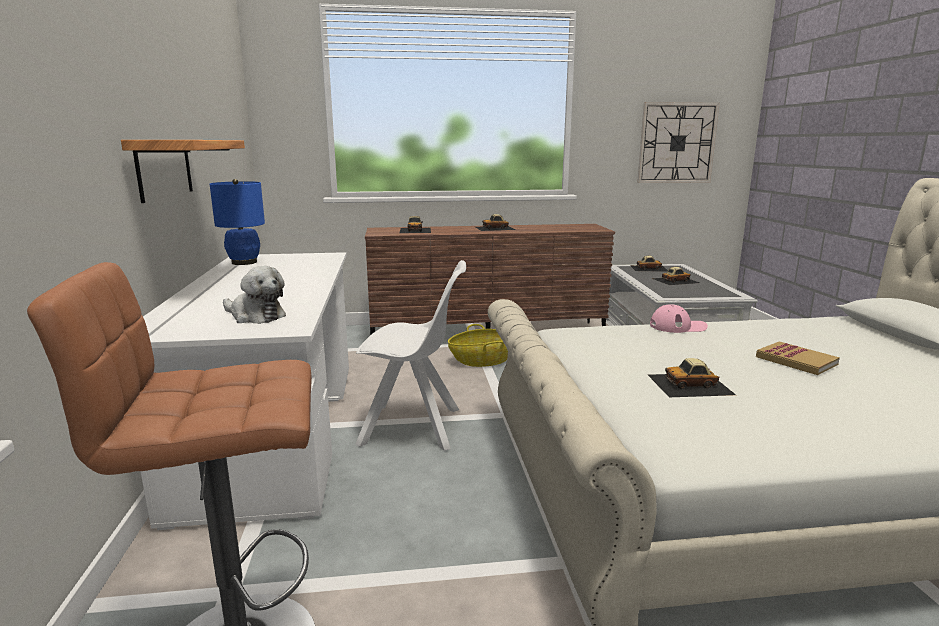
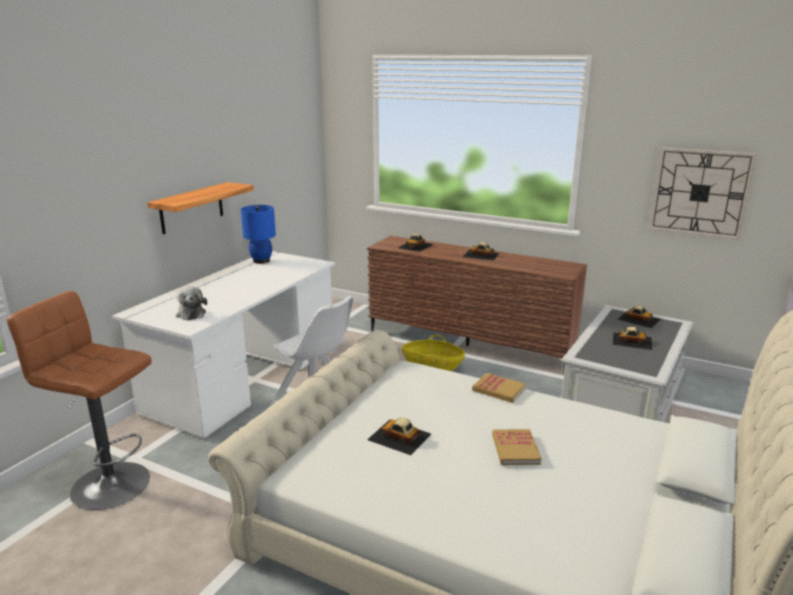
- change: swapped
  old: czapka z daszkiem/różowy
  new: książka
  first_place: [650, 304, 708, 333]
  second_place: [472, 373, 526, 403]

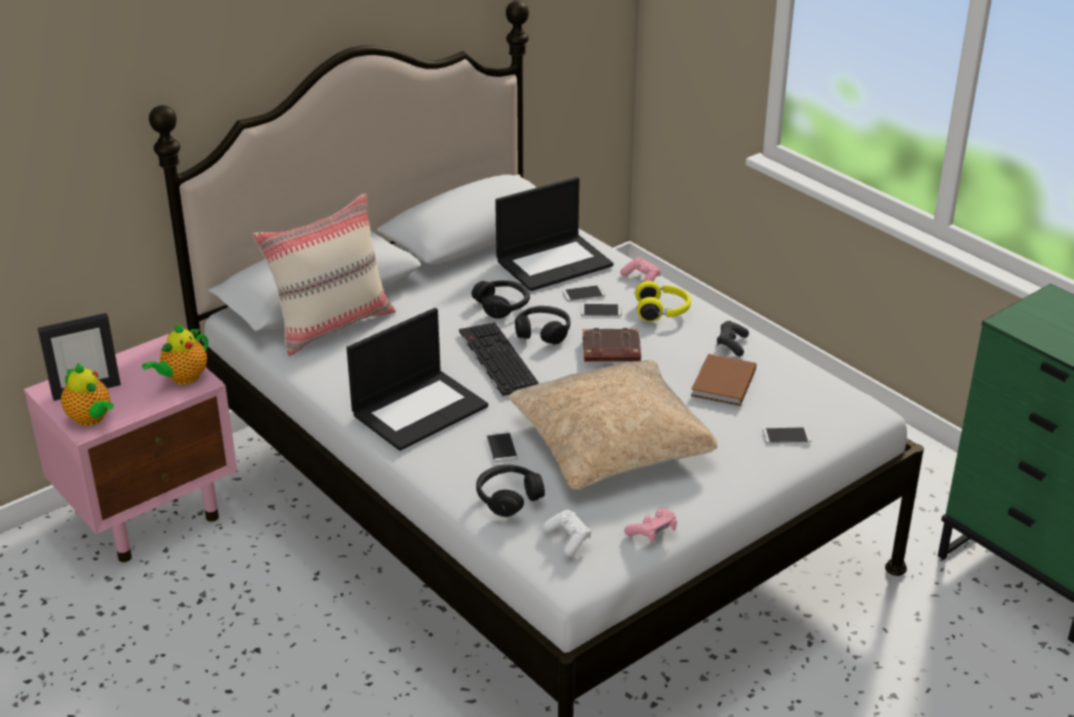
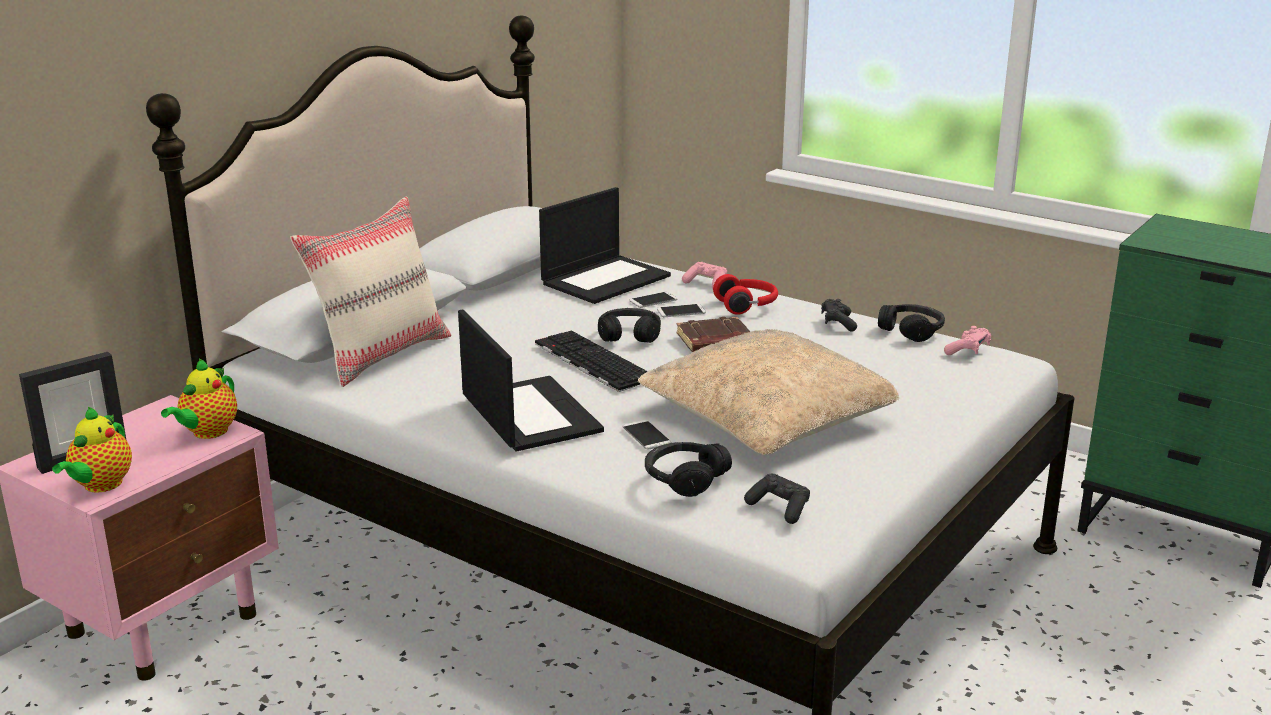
- change: rotated
  old: imbryk
  first_place: [61, 364, 114, 426]
  second_place: [52, 407, 132, 493]
  degrees: 75
- change: rotated
  old: laptop
  first_place: [347, 308, 488, 451]
  second_place: [458, 310, 604, 451]
  degrees: -60
- change: repainted
  old: słuchawki/żółty
  new: słuchawki/czerwony
  first_place: [635, 281, 691, 322]
  second_place: [713, 274, 778, 315]
- change: repainted
  old: pad do gier/biały
  new: pad do gier/czarny
  first_place: [542, 510, 591, 557]
  second_place: [744, 474, 810, 524]
- change: shifted
  old: słuchawki/czarny
  first_place: [472, 280, 530, 319]
  second_place: [878, 304, 945, 342]
- change: shifted
  old: pad do gier/różowy
  first_place: [624, 509, 677, 542]
  second_place: [944, 326, 991, 355]
- change: gone
  old: książka/brązowy
  first_place: [691, 354, 756, 406]
- change: gone
  old: telefon
  first_place: [762, 427, 811, 444]

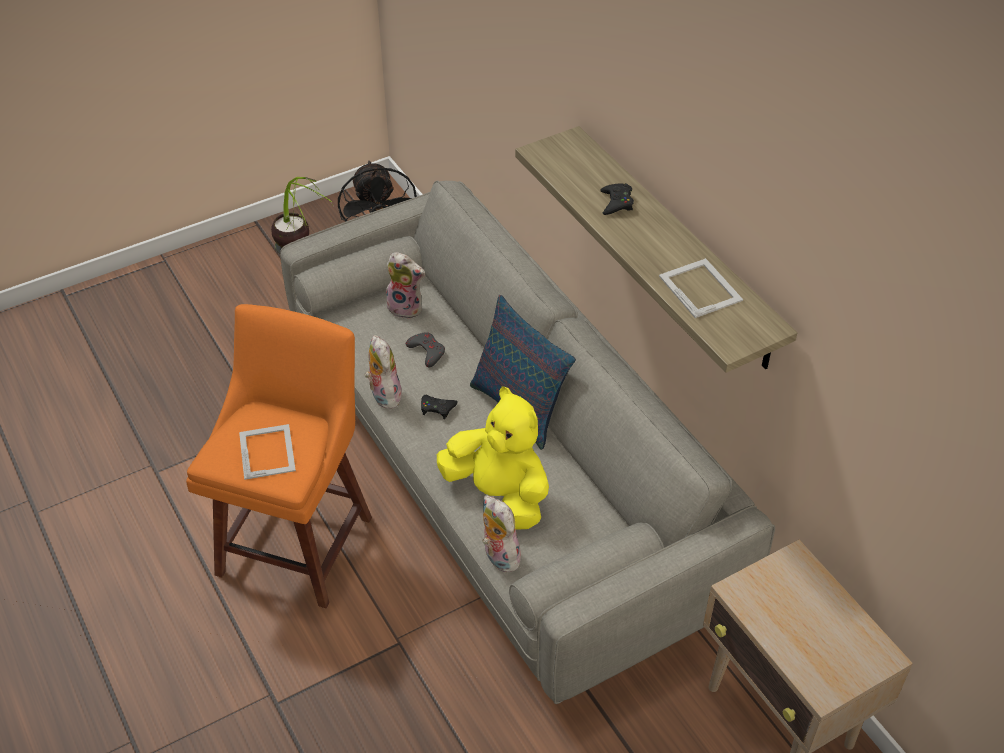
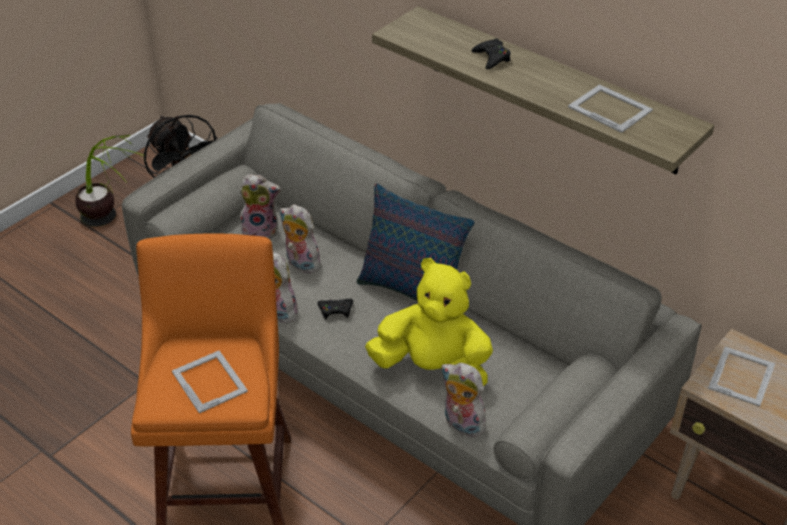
- change: swapped
  old: pad do gier/szary
  new: pluszak
  first_place: [406, 332, 445, 367]
  second_place: [280, 204, 320, 273]
- change: new
  new: ramka na zdjęcie
  second_place: [708, 347, 775, 407]

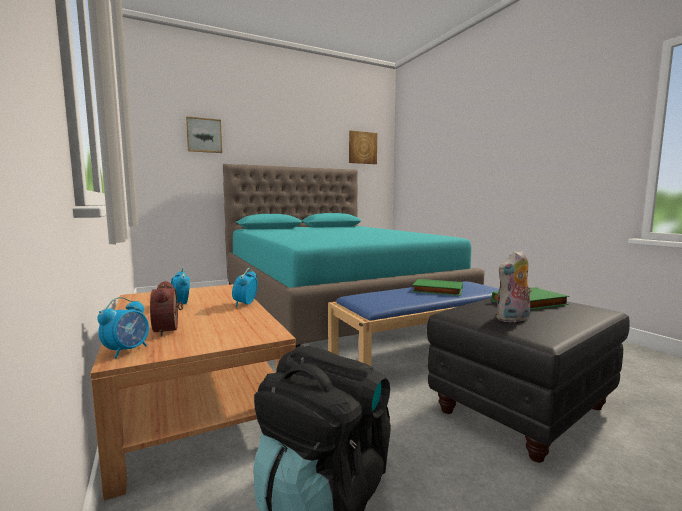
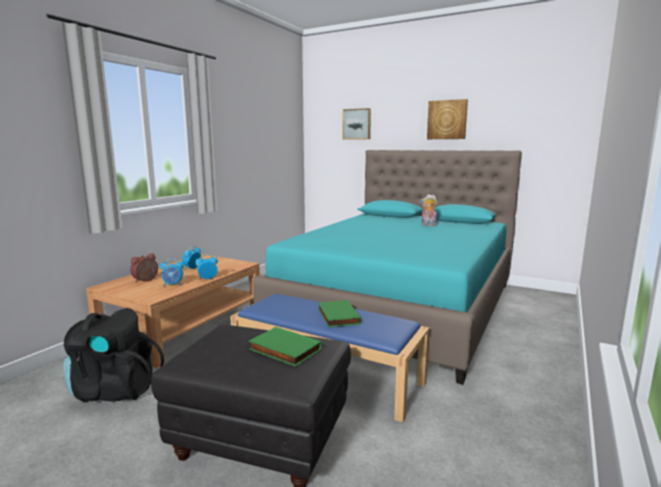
- change: shifted
  old: budzik
  first_place: [97, 297, 149, 358]
  second_place: [160, 258, 184, 287]
- change: shifted
  old: pluszak
  first_place: [497, 250, 532, 323]
  second_place: [420, 194, 438, 226]
- change: shifted
  old: obraz
  first_place: [349, 130, 377, 164]
  second_place: [427, 99, 468, 139]

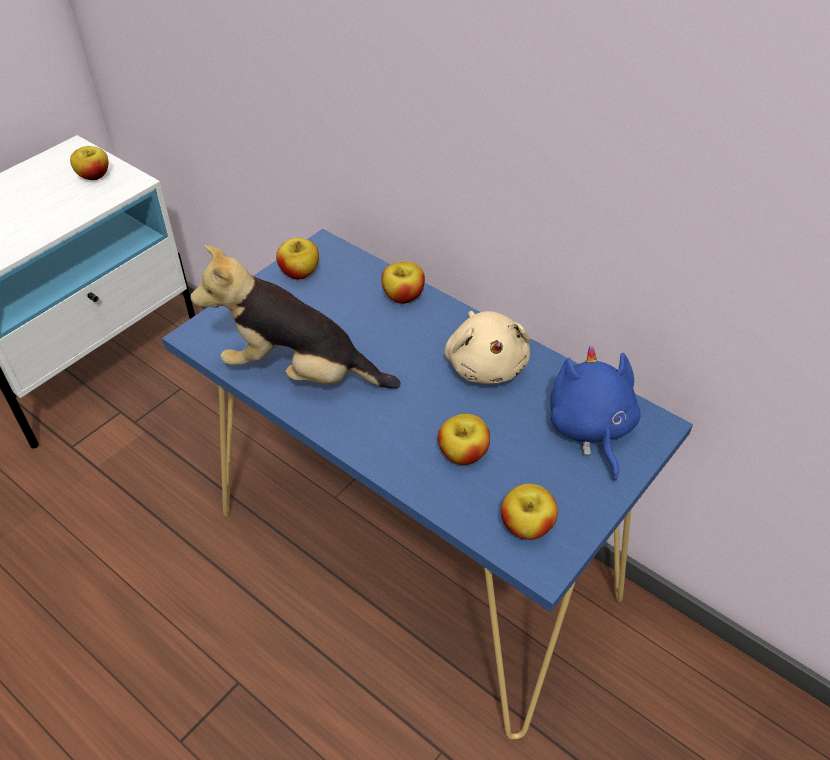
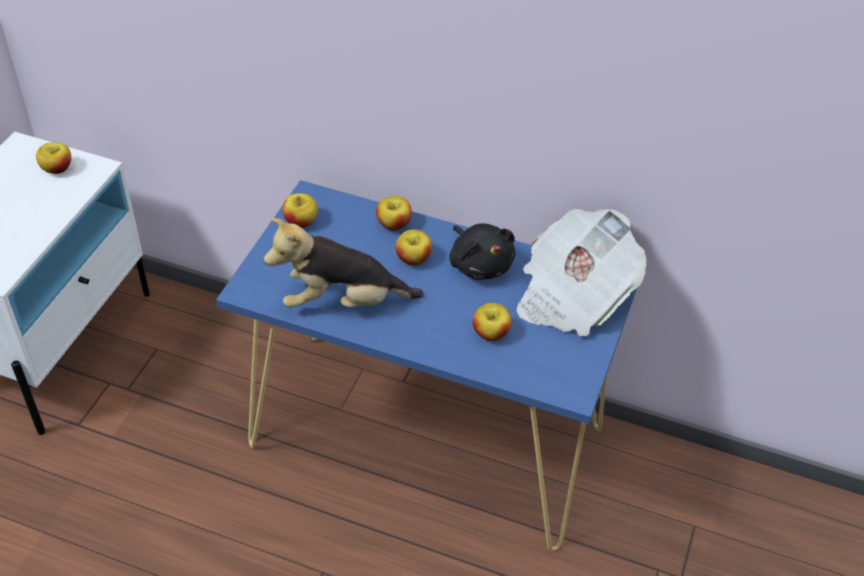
- change: shifted
  old: jabłko
  first_place: [501, 484, 558, 540]
  second_place: [396, 229, 432, 266]
- change: repainted
  old: pluszak/beżowy
  new: pluszak/czarny
  first_place: [445, 311, 530, 384]
  second_place: [449, 223, 515, 280]
- change: swapped
  old: pluszak/niebieski
  new: gazeta
  first_place: [550, 346, 641, 481]
  second_place: [516, 209, 646, 336]

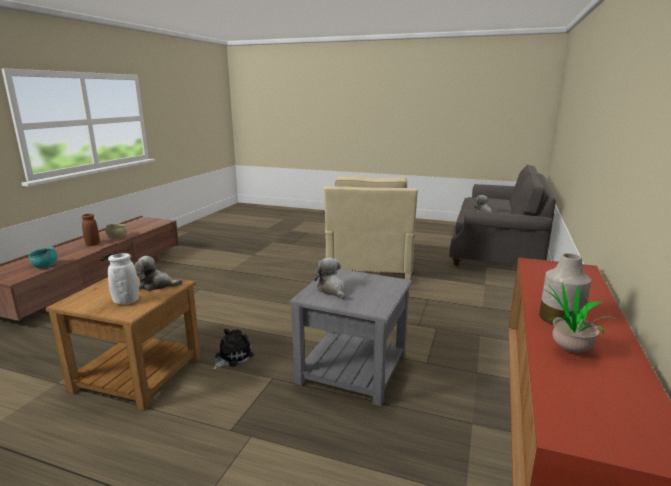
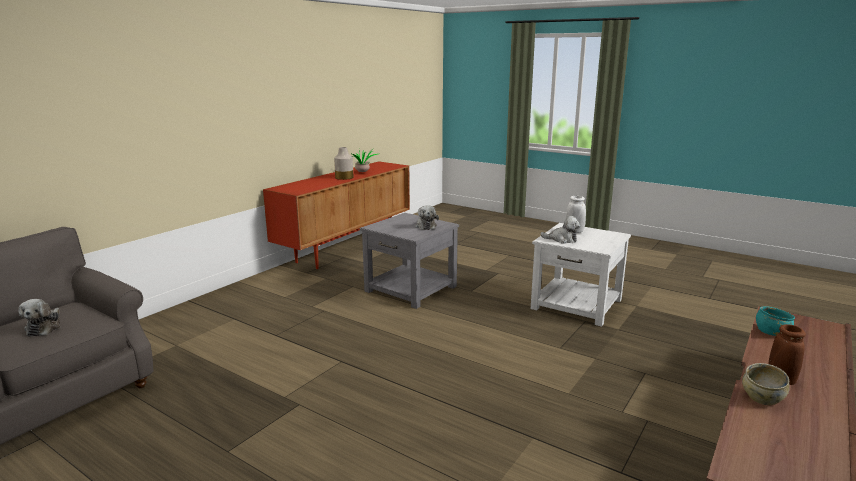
- change: repainted
  old: stolik/brązowy
  new: stolik/biały
  first_place: [45, 275, 201, 411]
  second_place: [531, 223, 631, 327]
- change: gone
  old: pluszak
  first_place: [212, 329, 254, 370]
- change: gone
  old: fotel/beżowy
  first_place: [324, 176, 418, 280]

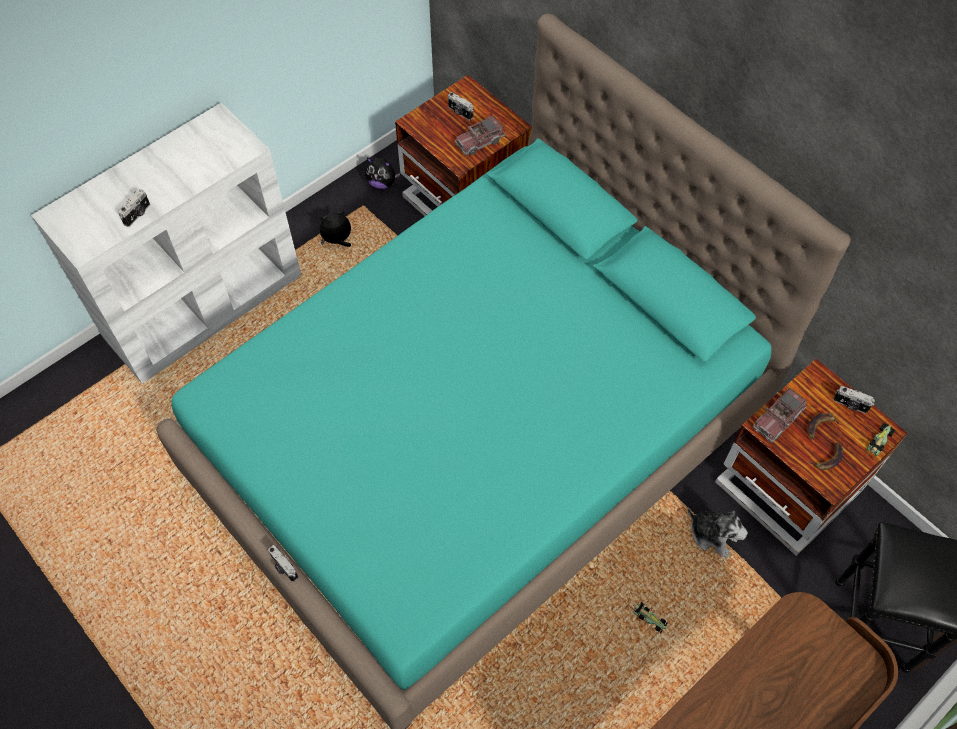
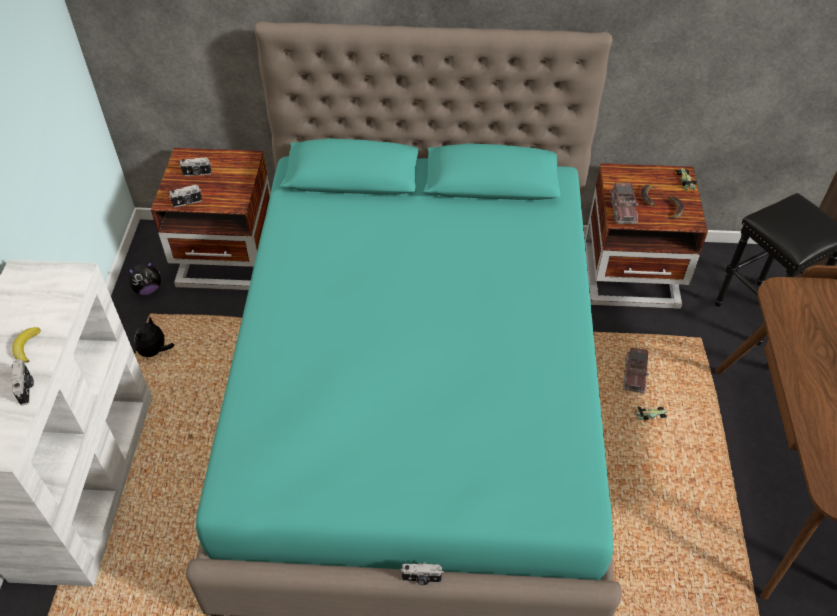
- change: new
  new: banan
  second_place: [12, 327, 41, 363]
- change: shifted
  old: aparat fotograficzny
  first_place: [833, 386, 875, 414]
  second_place: [169, 185, 202, 207]
- change: shifted
  old: ciężarówka zabawkowa
  first_place: [455, 115, 505, 155]
  second_place: [623, 348, 649, 393]
- change: gone
  old: pluszak
  first_place: [688, 508, 748, 558]

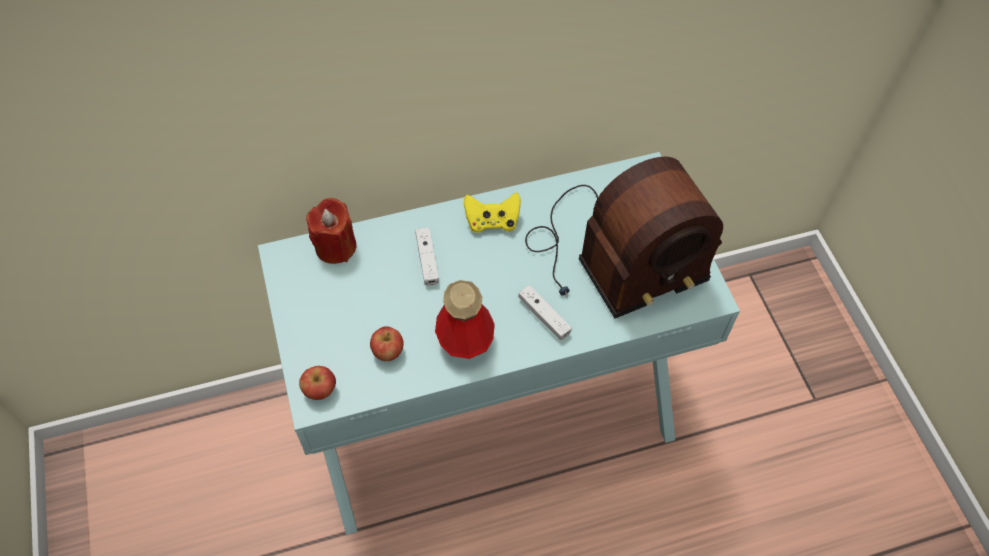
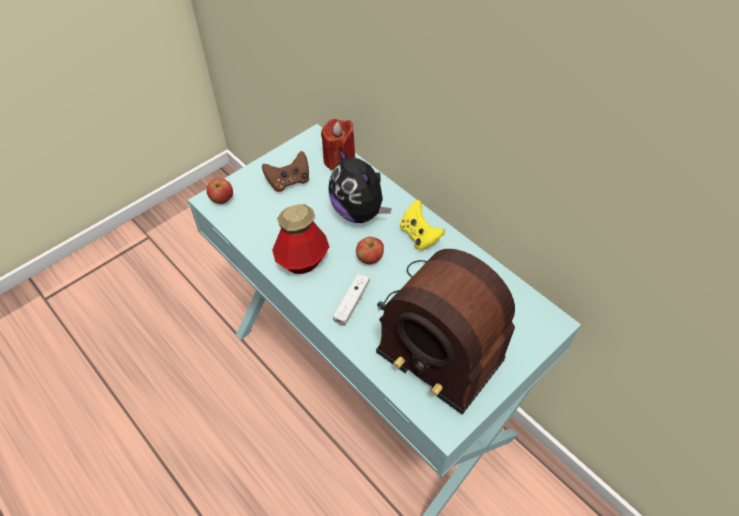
- change: new
  new: pad do gier/brązowy
  second_place: [262, 151, 309, 192]
- change: swapped
  old: pad do gier/biały
  new: pluszak
  first_place: [416, 228, 439, 286]
  second_place: [328, 147, 392, 223]
- change: shifted
  old: jabłko
  first_place: [370, 326, 404, 361]
  second_place: [356, 237, 384, 264]

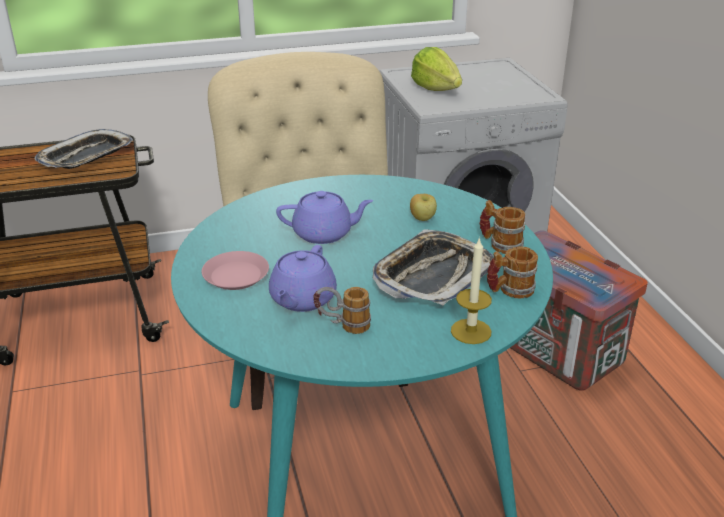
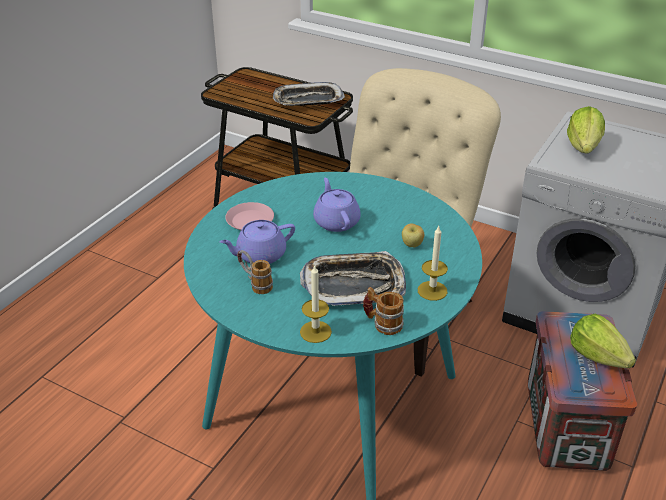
- change: rotated
  old: imbryk/fioletowy
  first_place: [276, 191, 373, 244]
  second_place: [313, 178, 361, 232]
  degrees: -150
- change: swapped
  old: kubek
  new: świeca
  first_place: [479, 200, 525, 254]
  second_place: [418, 226, 448, 301]
- change: new
  new: sałata
  second_place: [570, 314, 636, 368]

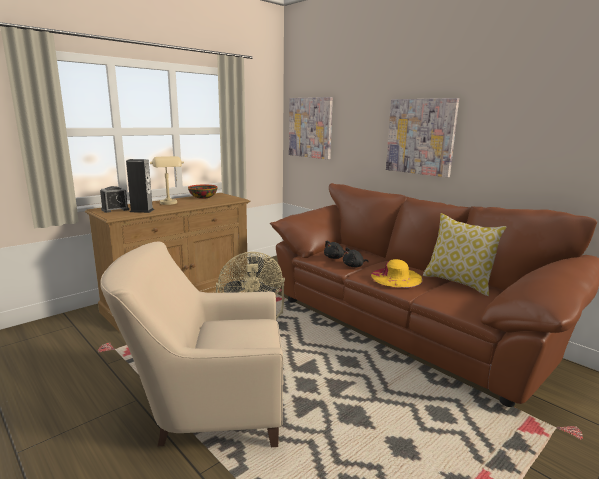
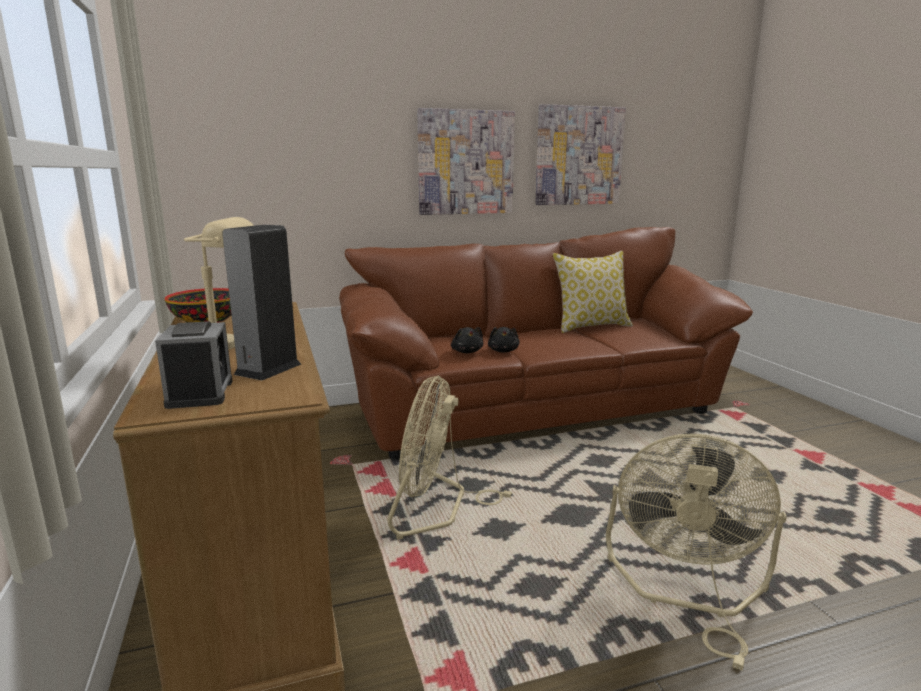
- change: shifted
  old: obraz
  first_place: [289, 97, 333, 159]
  second_place: [535, 104, 626, 205]
- change: swapped
  old: fotel/beżowy
  new: wentylator/beżowy
  first_place: [100, 241, 283, 447]
  second_place: [606, 434, 787, 671]
- change: gone
  old: kapelusz/żółty
  first_place: [370, 259, 423, 288]

